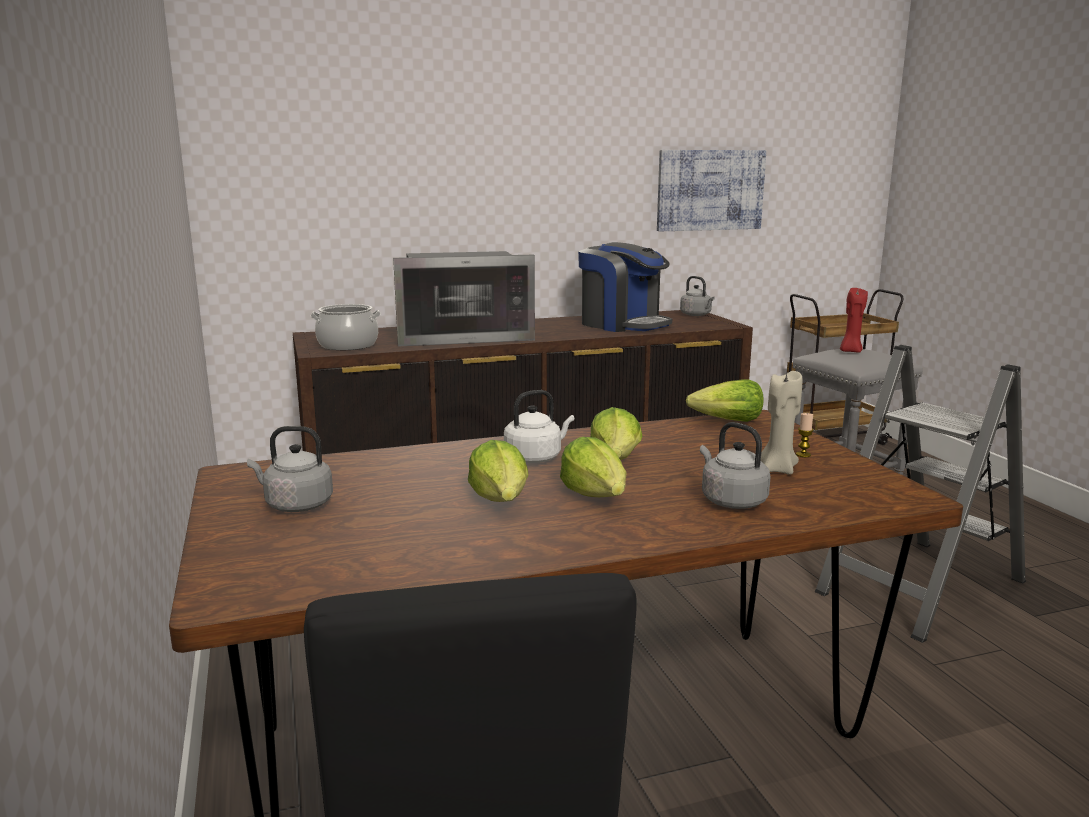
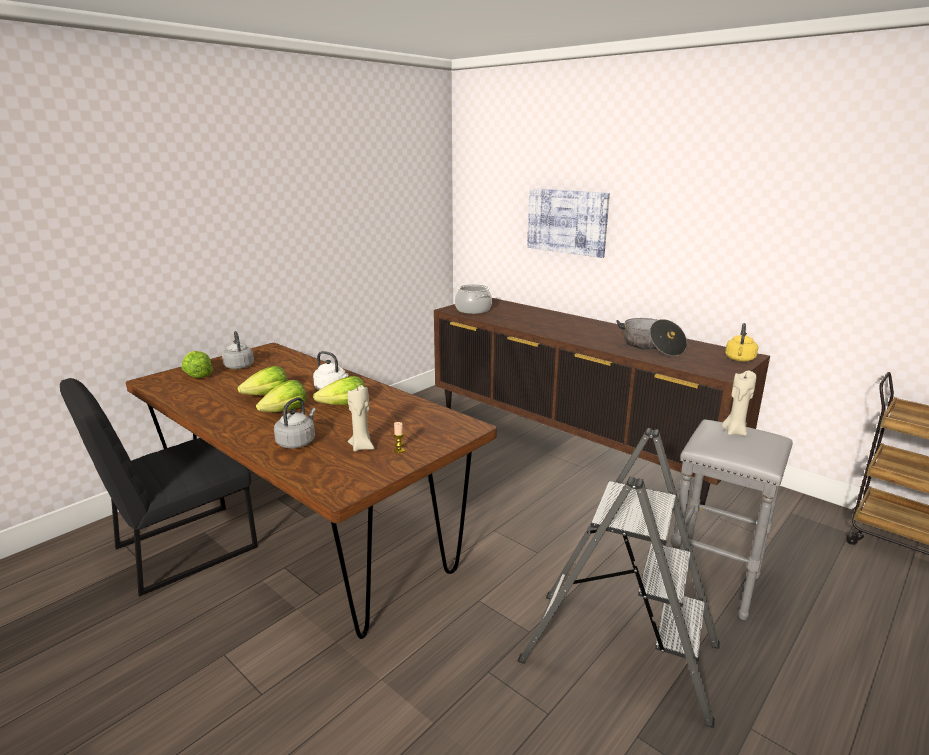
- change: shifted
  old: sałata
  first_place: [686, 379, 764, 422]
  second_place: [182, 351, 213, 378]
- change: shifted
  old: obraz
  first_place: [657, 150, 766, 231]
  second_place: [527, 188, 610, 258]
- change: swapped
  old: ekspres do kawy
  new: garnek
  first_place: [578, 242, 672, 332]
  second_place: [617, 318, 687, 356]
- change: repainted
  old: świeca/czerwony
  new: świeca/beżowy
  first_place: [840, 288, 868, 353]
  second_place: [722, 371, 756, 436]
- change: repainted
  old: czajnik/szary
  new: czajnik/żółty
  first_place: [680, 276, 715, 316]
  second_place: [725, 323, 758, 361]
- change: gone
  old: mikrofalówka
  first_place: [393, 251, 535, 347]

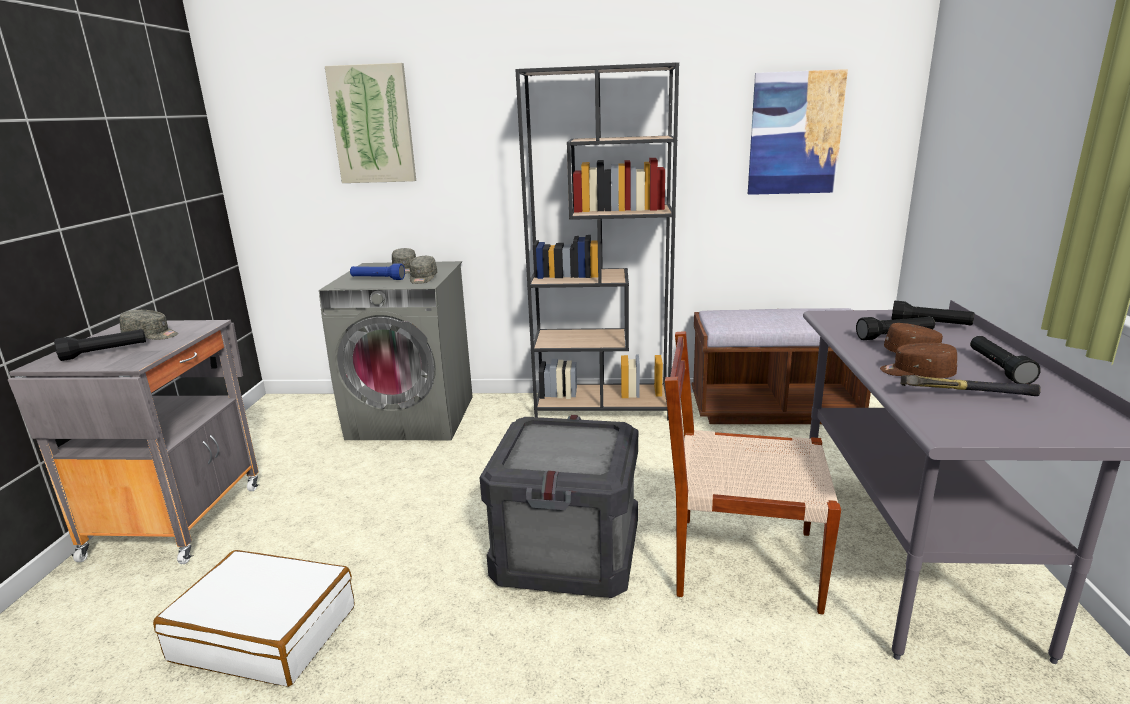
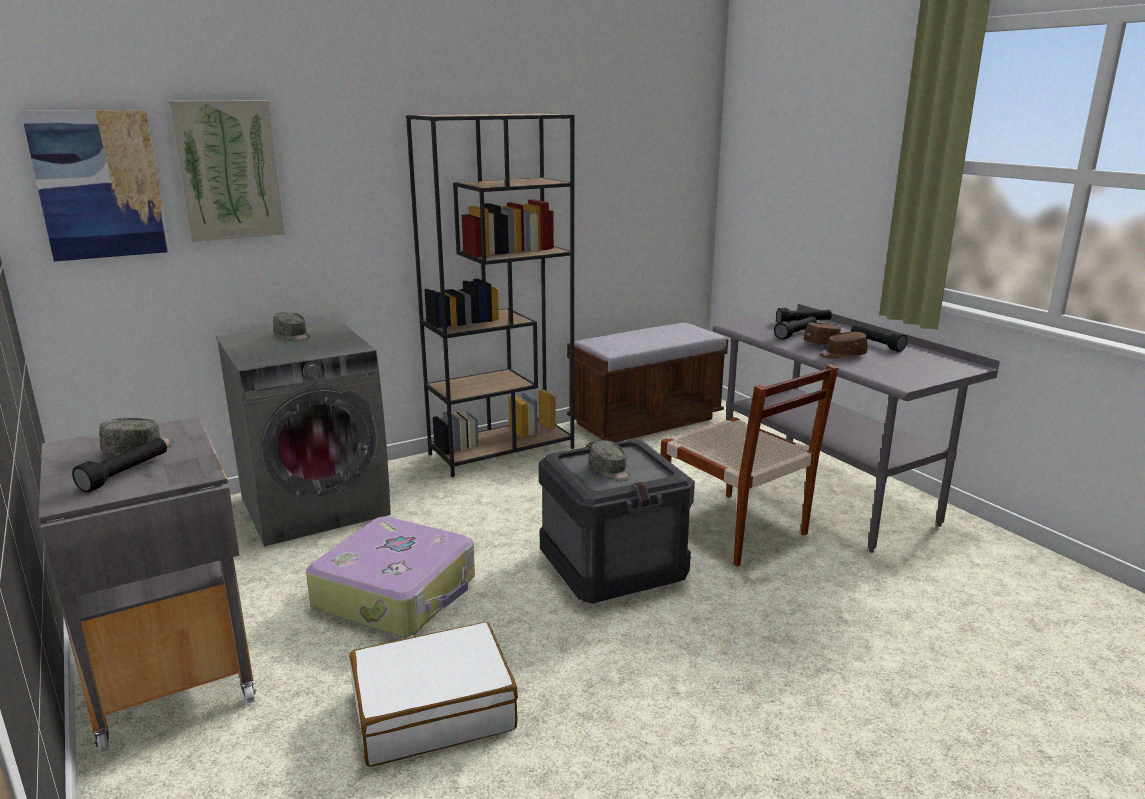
- change: shifted
  old: obraz
  first_place: [748, 69, 848, 195]
  second_place: [21, 110, 170, 262]
- change: new
  new: walizka
  second_place: [306, 516, 475, 637]
- change: shifted
  old: czapka z daszkiem/szary
  first_place: [410, 256, 437, 284]
  second_place: [589, 440, 630, 482]
- change: rotated
  old: krzesło
  first_place: [665, 331, 841, 614]
  second_place: [661, 364, 839, 566]
  degrees: -105
- change: gone
  old: latarka/niebieski
  first_place: [350, 264, 405, 280]
- change: gone
  old: młotek
  first_place: [901, 375, 1041, 396]

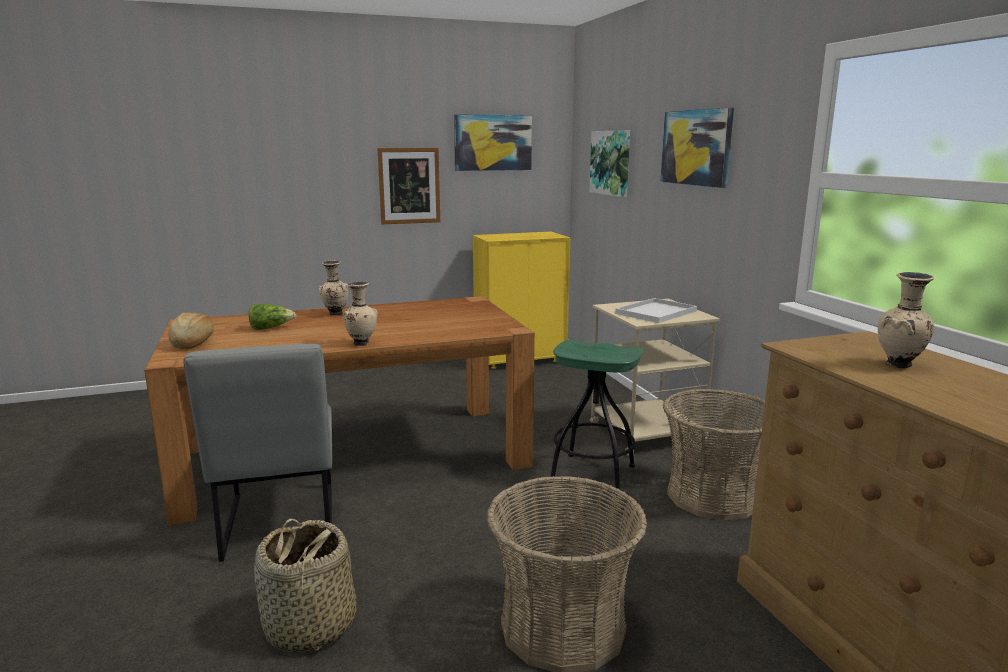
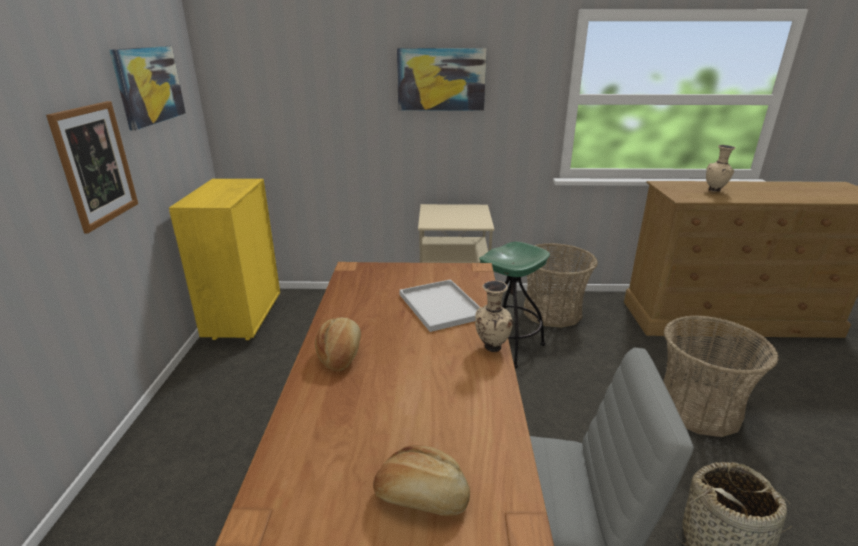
- change: swapped
  old: wazon/beżowy
  new: chleb
  first_place: [319, 261, 348, 315]
  second_place: [315, 318, 361, 371]
- change: shifted
  old: taca/biały
  first_place: [615, 298, 697, 323]
  second_place: [399, 279, 480, 332]
- change: gone
  old: sałata
  first_place: [249, 304, 296, 330]
- change: gone
  old: obraz
  first_place: [589, 130, 630, 197]

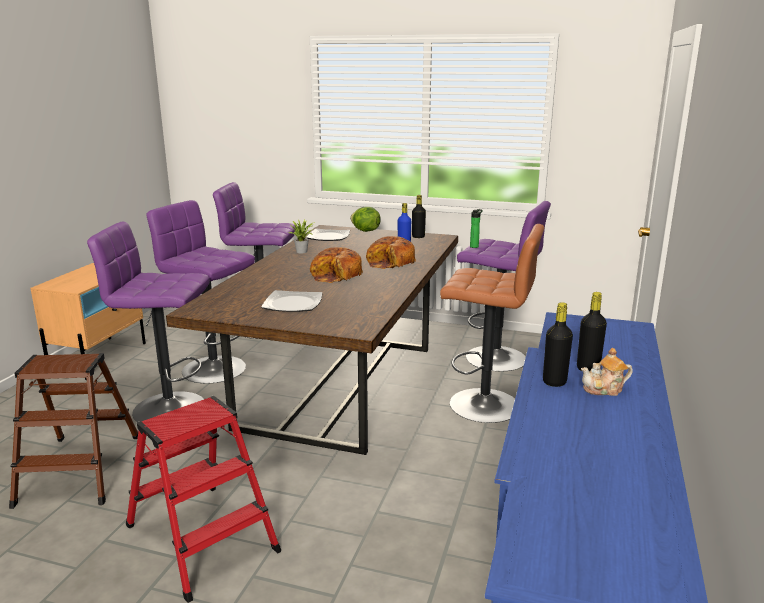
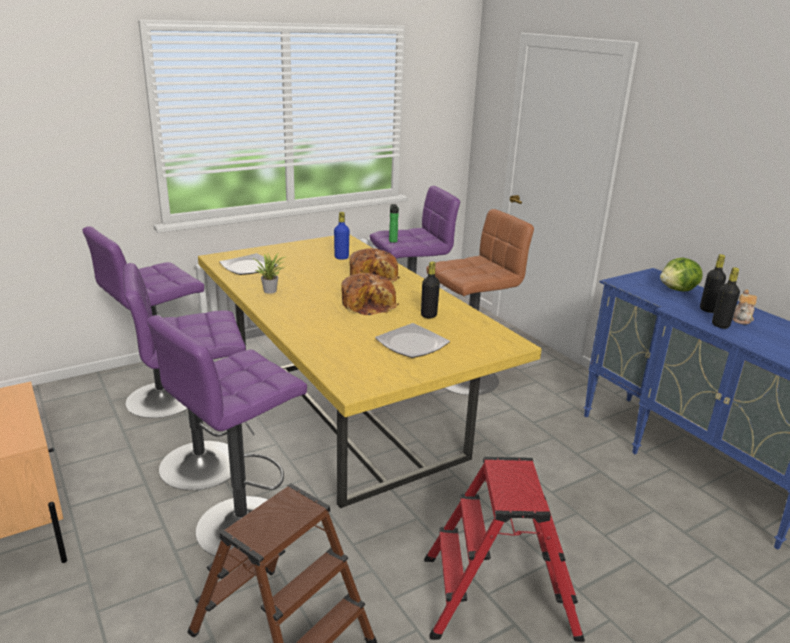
- change: repainted
  old: stół jadalny/brązowy
  new: stół jadalny/żółty
  first_place: [166, 225, 458, 455]
  second_place: [198, 234, 542, 508]
- change: shifted
  old: butelka/czarny
  first_place: [412, 195, 426, 238]
  second_place: [421, 261, 440, 318]
- change: shifted
  old: sałata
  first_place: [350, 207, 381, 232]
  second_place: [660, 258, 703, 291]

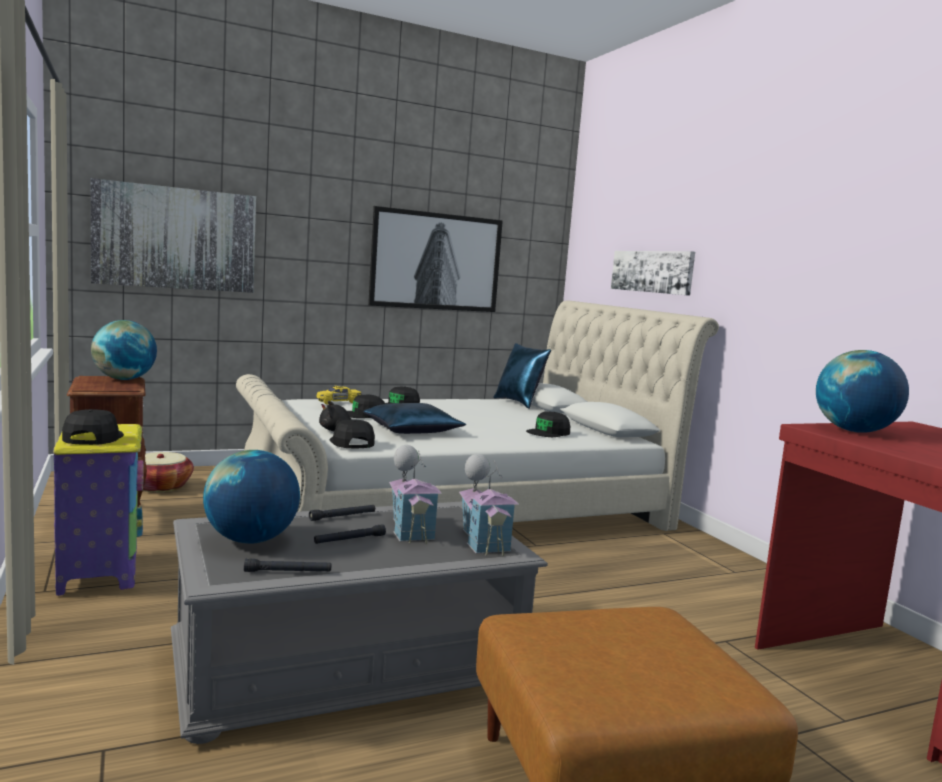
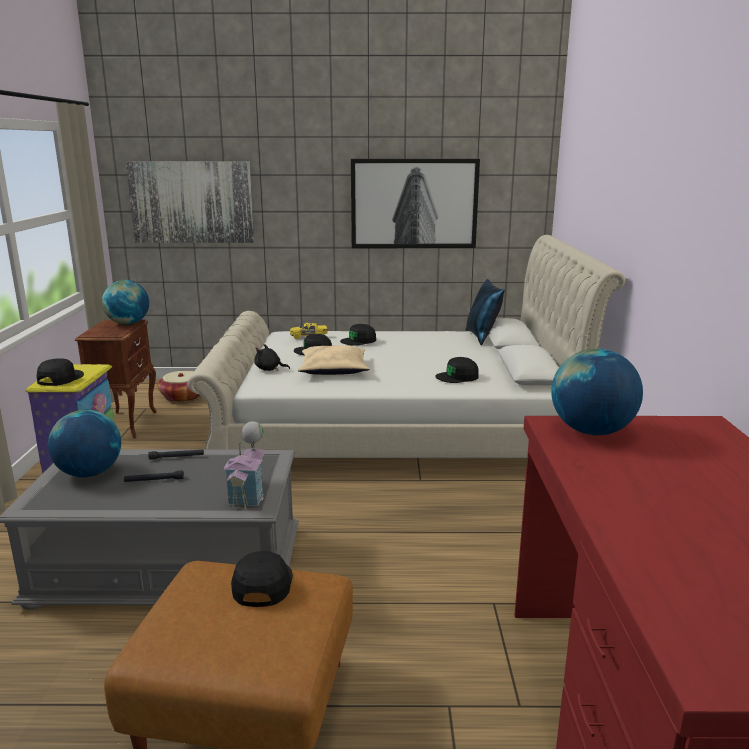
- change: shifted
  old: czapka z daszkiem/czarny
  first_place: [330, 419, 375, 448]
  second_place: [231, 551, 293, 607]
- change: repainted
  old: poduszka/niebieski
  new: poduszka/beżowy
  first_place: [363, 403, 466, 434]
  second_place: [298, 346, 370, 375]
- change: gone
  old: latarka/czarny
  first_place: [244, 559, 331, 572]
- change: gone
  old: domek
  first_place: [389, 445, 442, 544]
- change: gone
  old: obraz
  first_place: [611, 251, 695, 296]

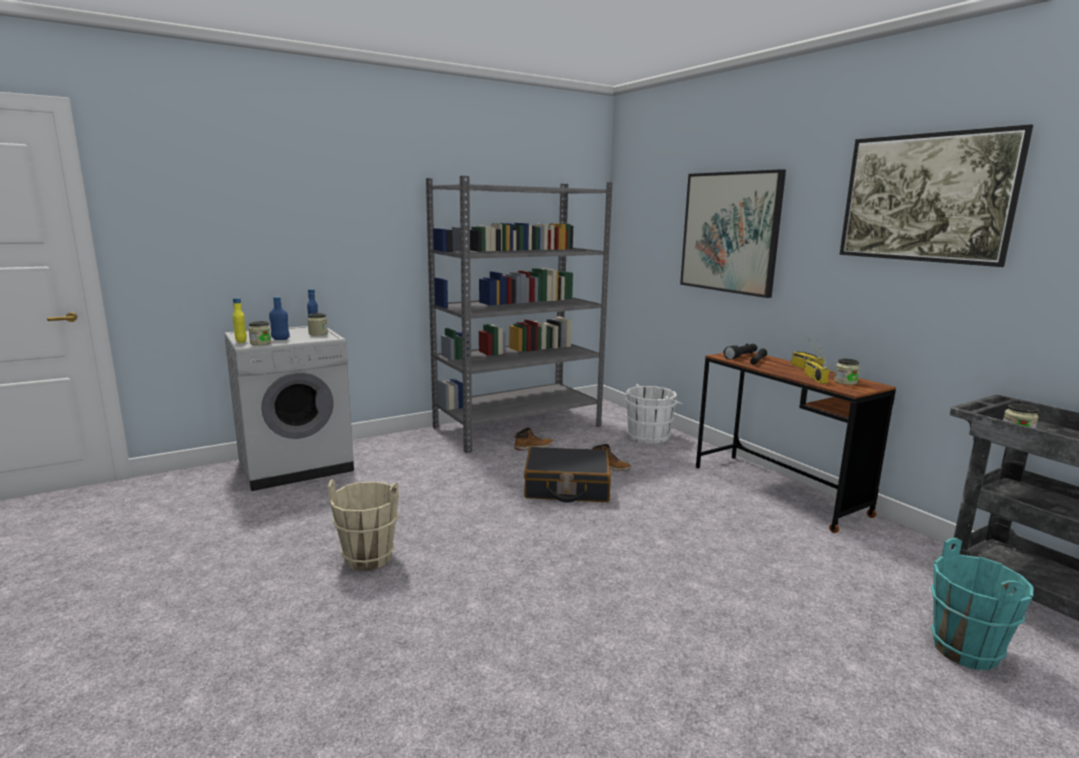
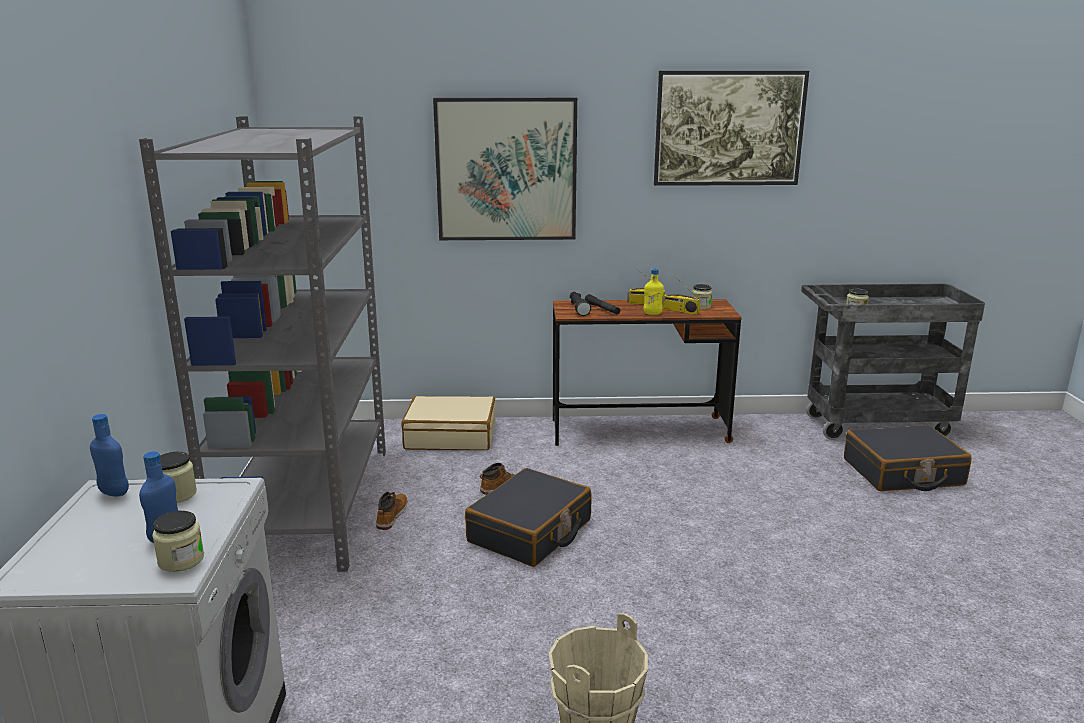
- change: swapped
  old: wiadro/biały
  new: walizka/beżowy
  first_place: [625, 384, 683, 443]
  second_place: [401, 396, 496, 450]
- change: shifted
  old: butelka/żółty
  first_place: [233, 298, 247, 343]
  second_place: [644, 268, 664, 315]
- change: swapped
  old: wiadro/turkusowy
  new: walizka/czarny
  first_place: [931, 538, 1033, 670]
  second_place: [844, 425, 972, 491]

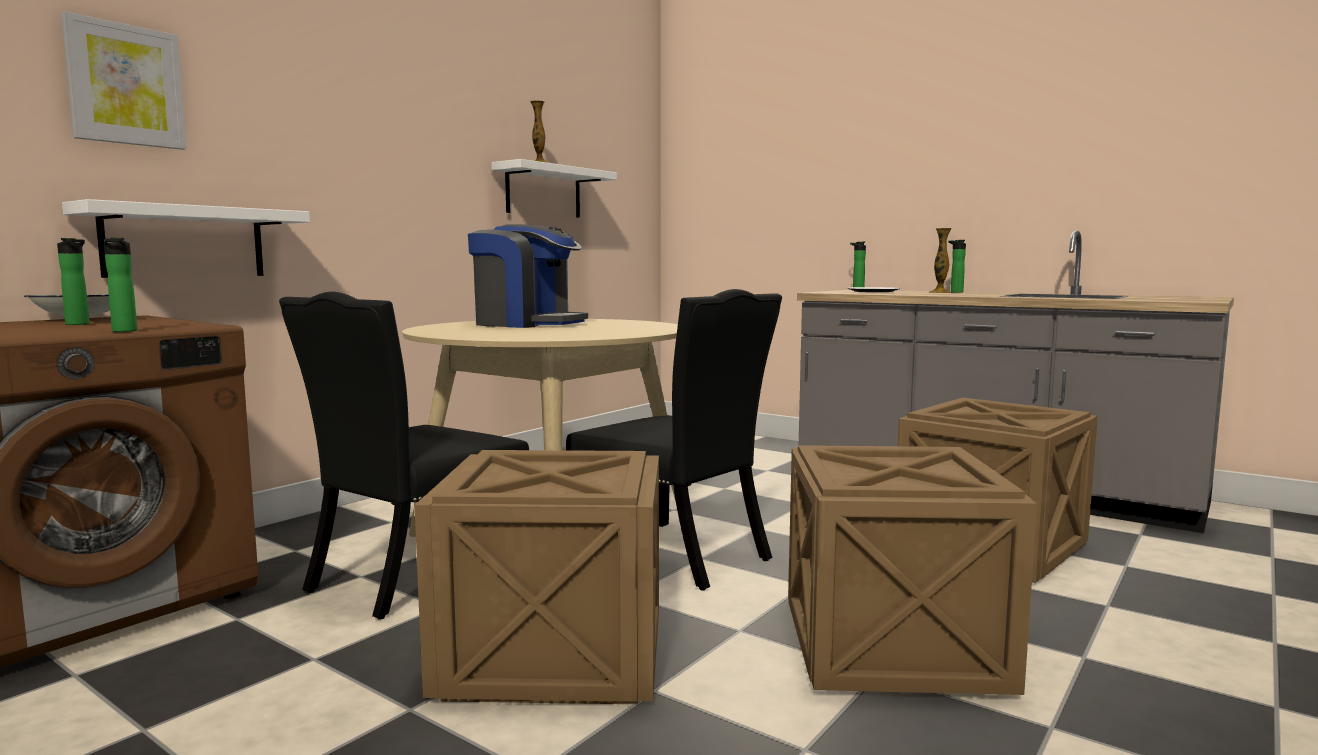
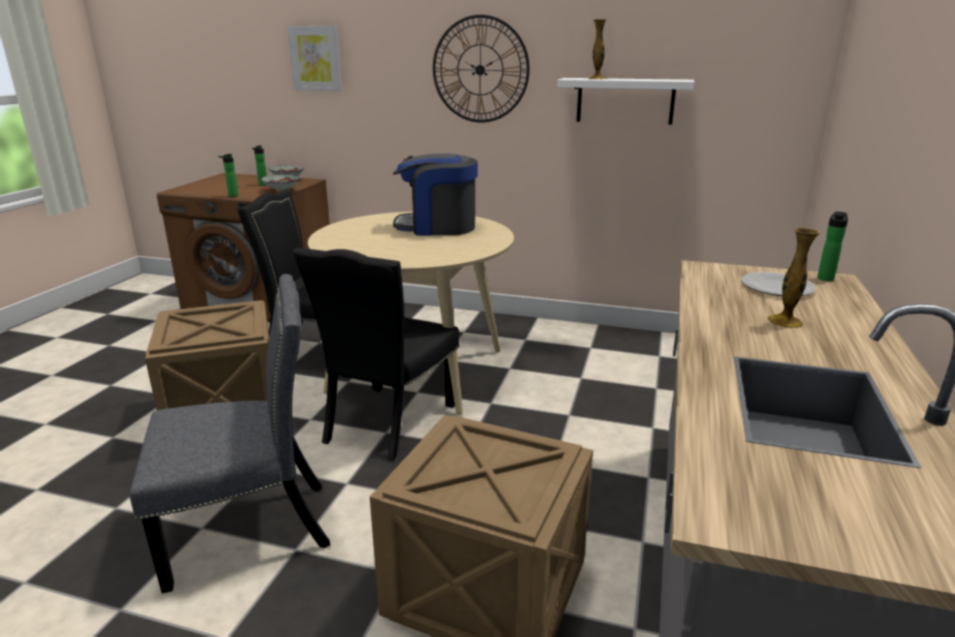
- change: swapped
  old: skrzynka
  new: krzesło/szary
  first_place: [788, 445, 1037, 695]
  second_place: [130, 274, 330, 593]
- change: new
  new: miska
  second_place: [260, 175, 300, 191]
- change: rotated
  old: ekspres do kawy
  first_place: [468, 224, 588, 328]
  second_place: [393, 153, 478, 236]
  degrees: 90
- change: new
  new: zegar ścienny
  second_place: [433, 15, 530, 123]
- change: gone
  old: półka/biały
  first_place: [62, 199, 310, 278]
- change: gone
  old: butelka
  first_place: [948, 240, 966, 293]

